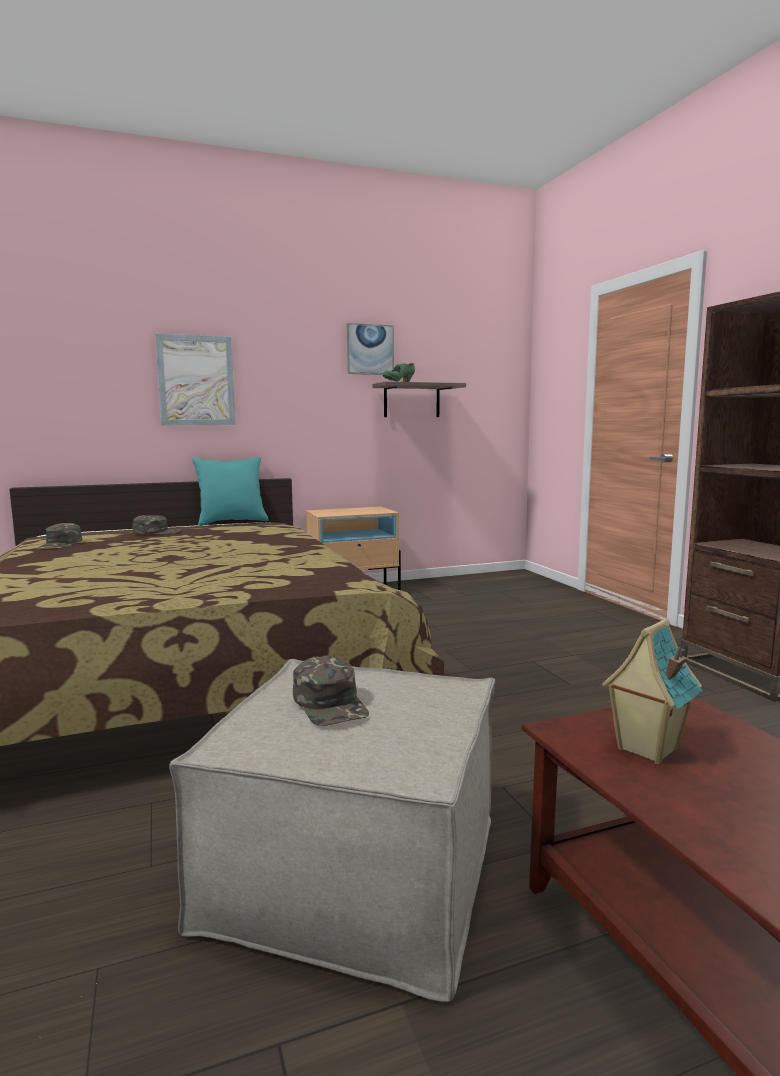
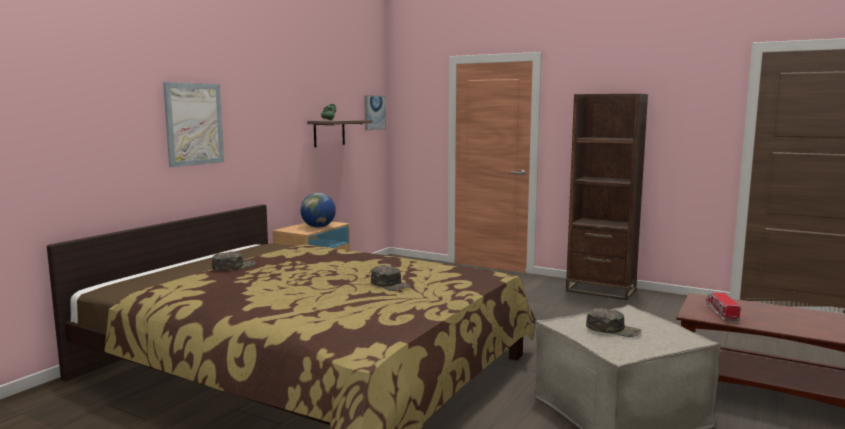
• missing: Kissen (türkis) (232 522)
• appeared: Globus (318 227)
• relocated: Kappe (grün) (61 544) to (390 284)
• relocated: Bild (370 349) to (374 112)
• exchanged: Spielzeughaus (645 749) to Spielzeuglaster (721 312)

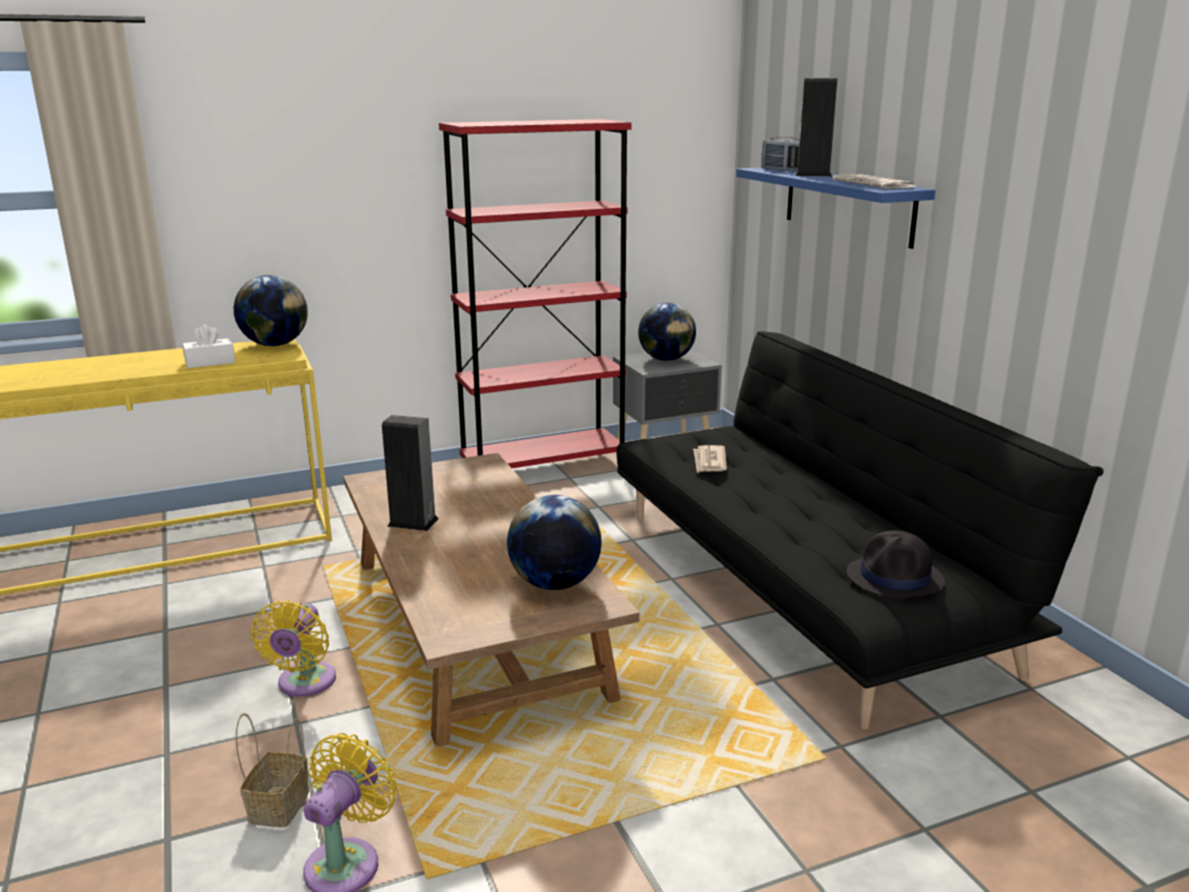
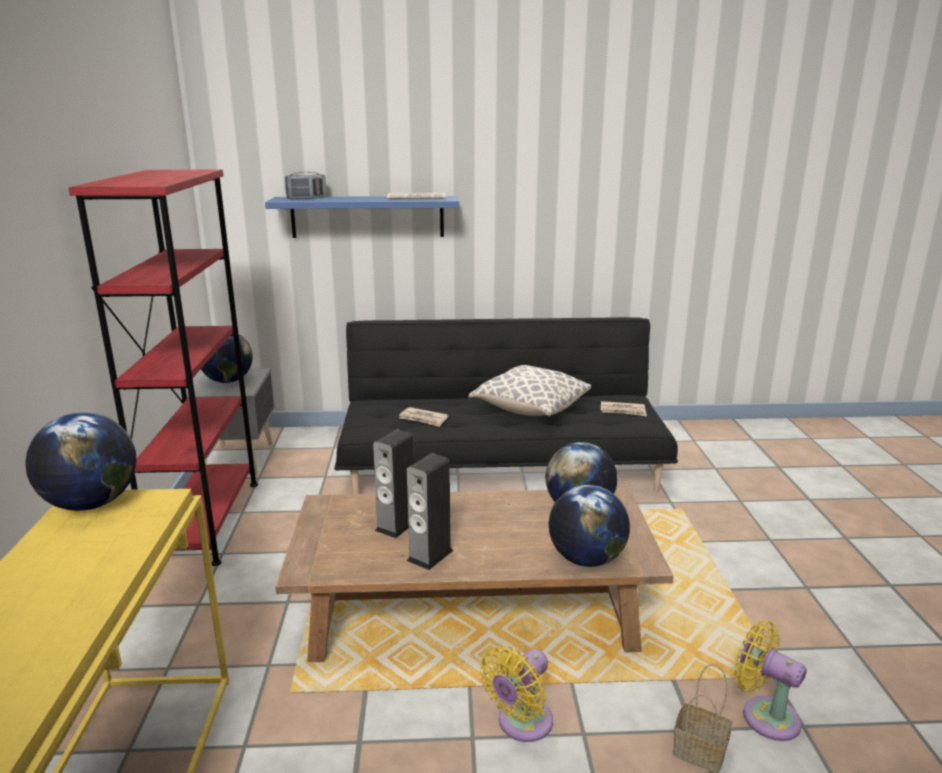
• missing: Taschentuchbox (weiß) (210 362)
• appeared: Kissen (530 408)
• appeared: Globus (586 559)
• relocated: Lautsprecher (813 175) to (396 525)
• exchanged: Hut (schwarz) (895 578) to Zeitung (623 411)
• spun: Ventilator (gelb) (304 684) = (521 724) 105 degrees clockwise

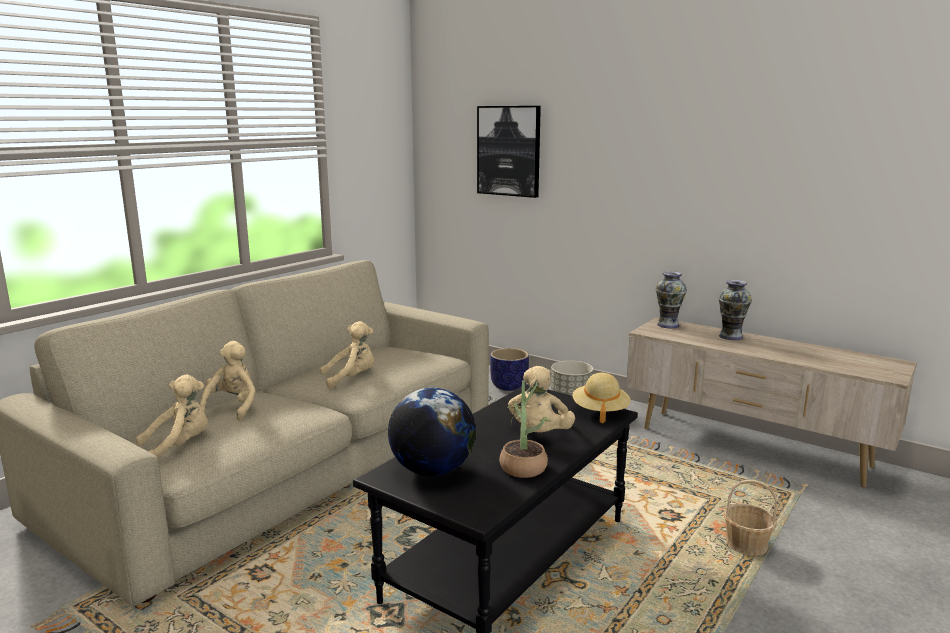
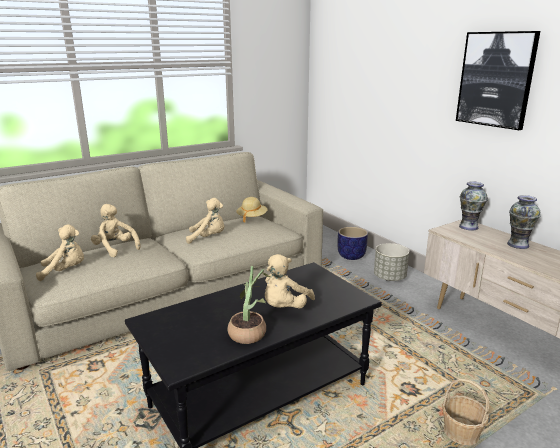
• missing: Globus (432 470)
• relocated: Bild (509 151) to (496 79)
• relocated: Hut (beige) (600 411) to (252 217)
• spun: Plüschtier (beige) (232 408) = (115 249) 75 degrees counterclockwise

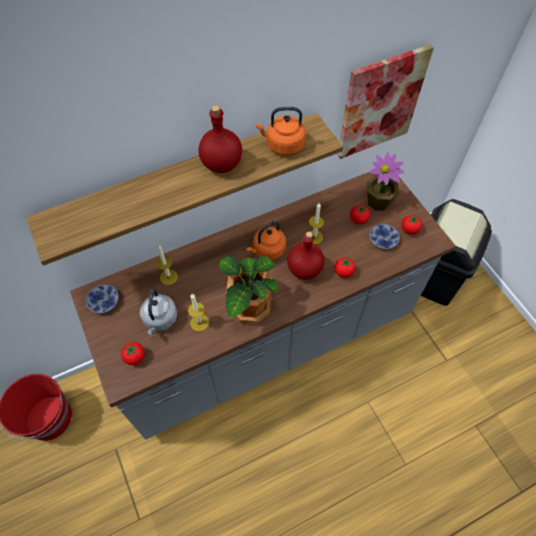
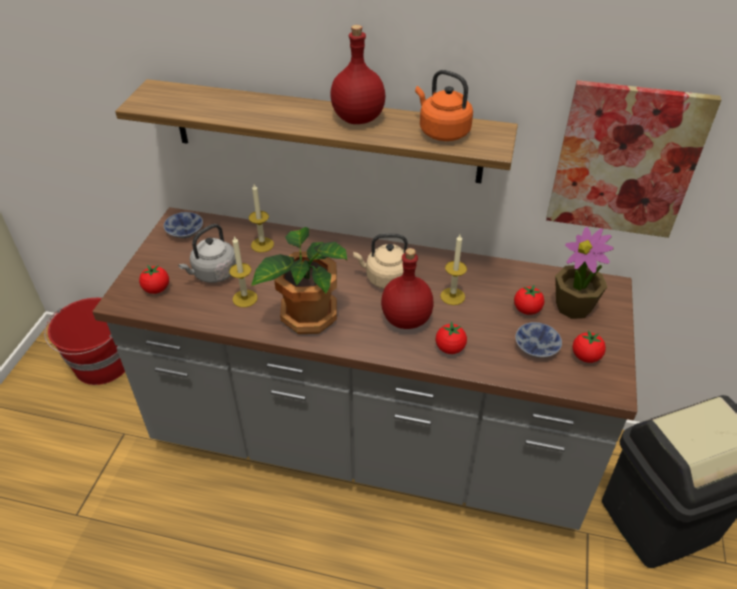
• colour: Wasserkessel (orange) (267 250) to Wasserkessel (beige) (385 279)

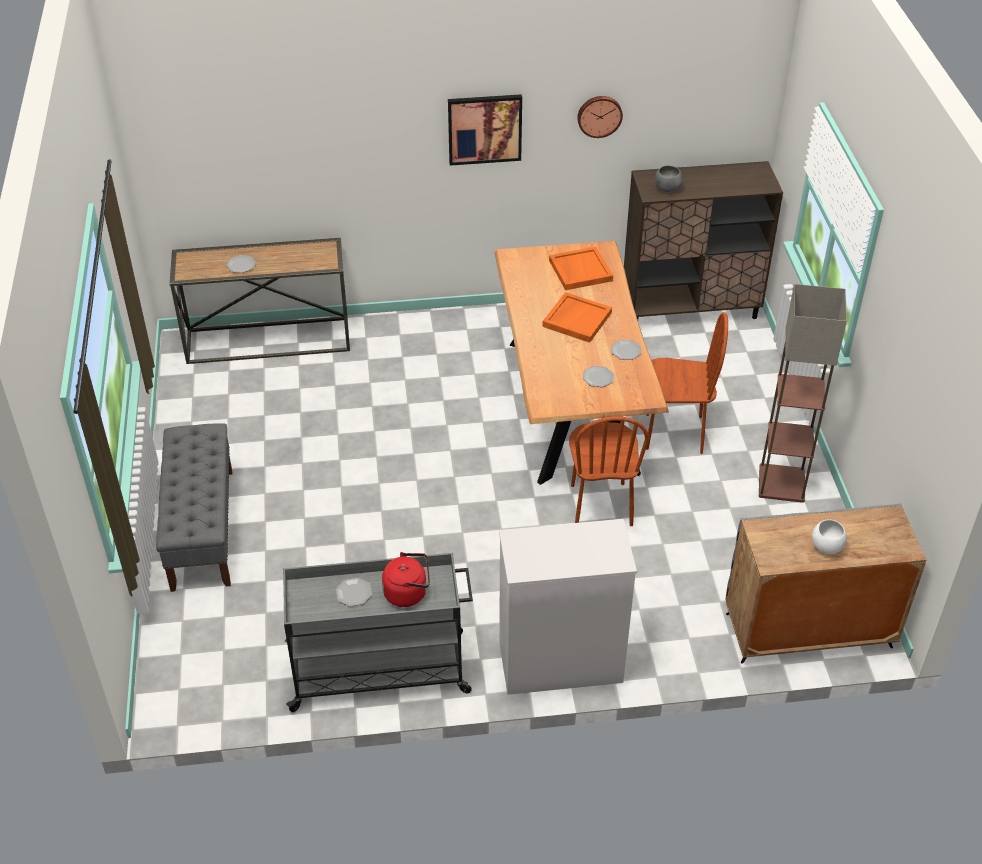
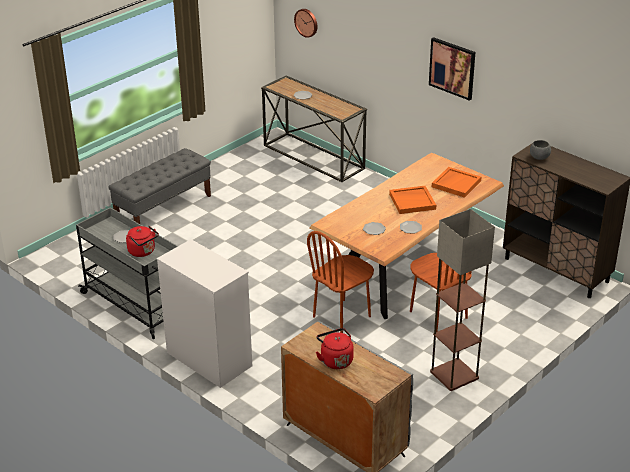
• relocated: Wanduhr (599 115) to (307 22)
• exchanged: Schüssel (weiß) (826 546) to Wasserkessel (rot) (335 360)

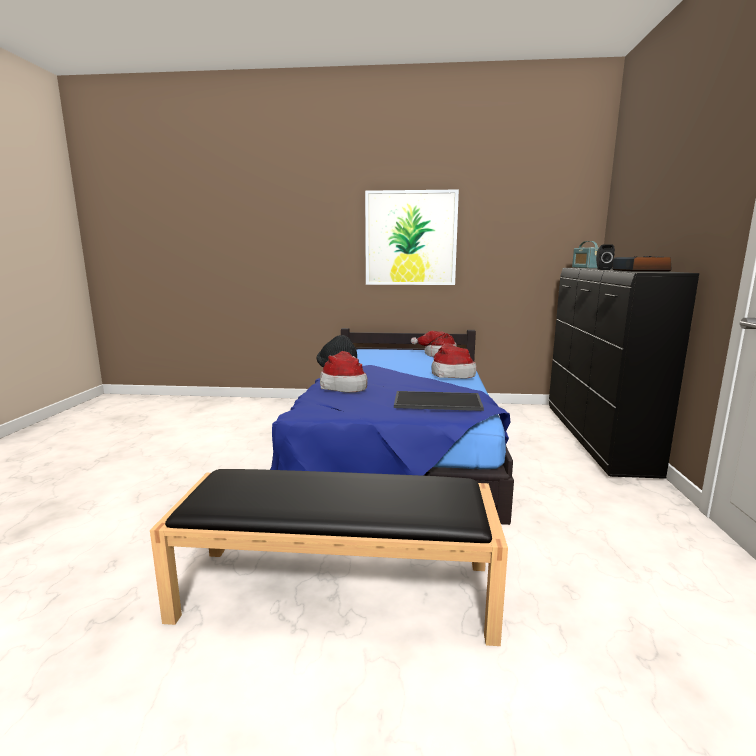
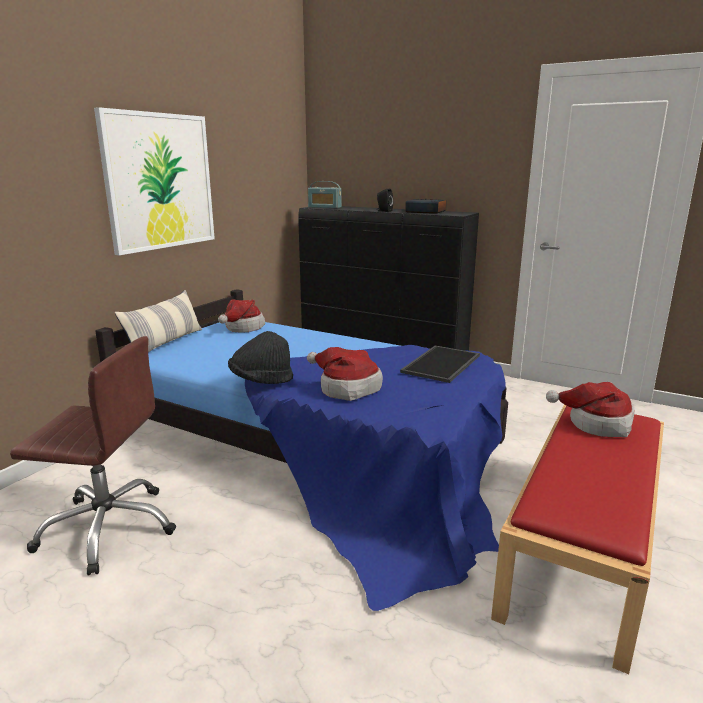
• appeared: Bürostuhl (braun) (108 528)
• appeared: Kissen (165 343)
• relocated: Hut (451 374) to (596 424)
• colour: Bank (schwarz) (339 590) to Bank (rot) (582 543)

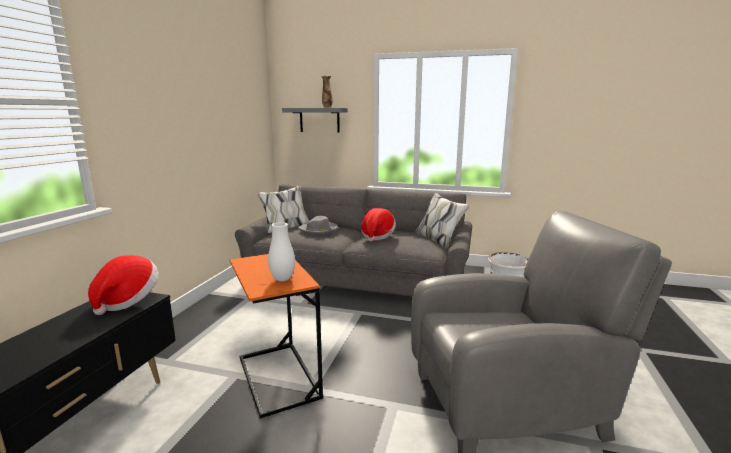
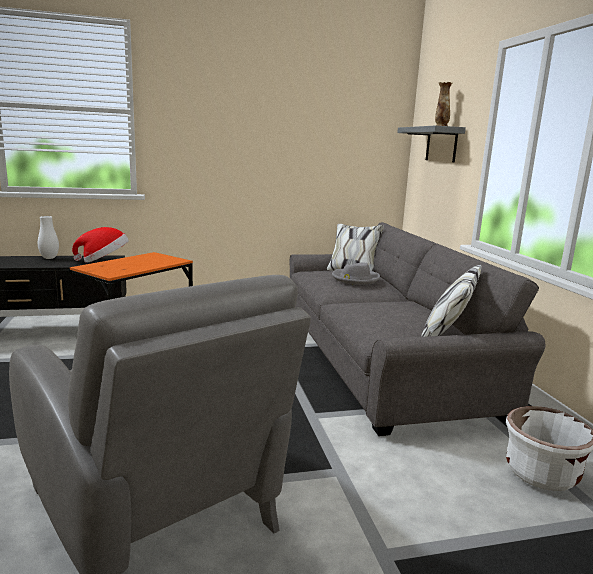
• missing: Hut (377 236)
• relocated: Vase (weiß) (282 279) to (49 258)

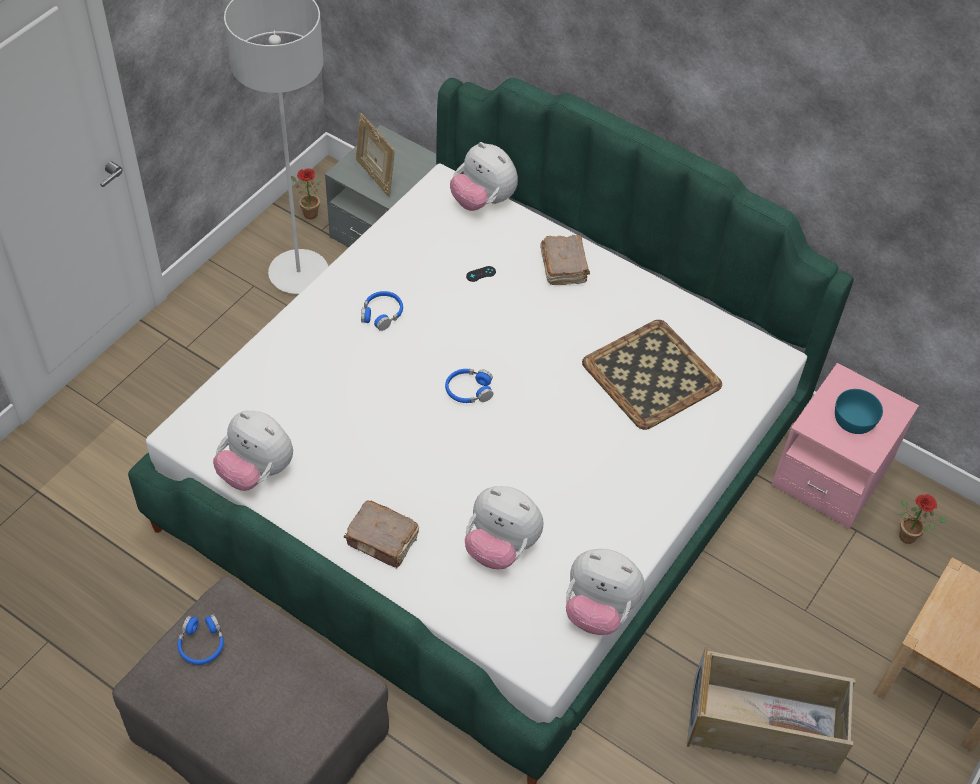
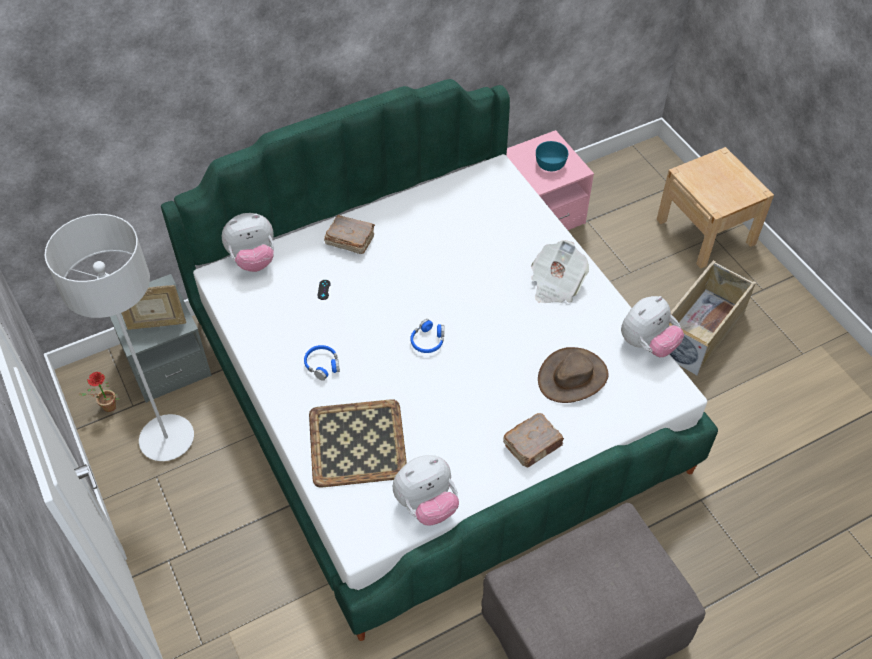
• missing: Kopfhörer (blau) (201 644)
• missing: Topfpflanze (911 536)
• appeared: Zeitung (556 284)
• relocated: Tablett (653 374) to (358 442)
• exchanged: Plüschtier (501 547) to Hut (braun) (572 377)

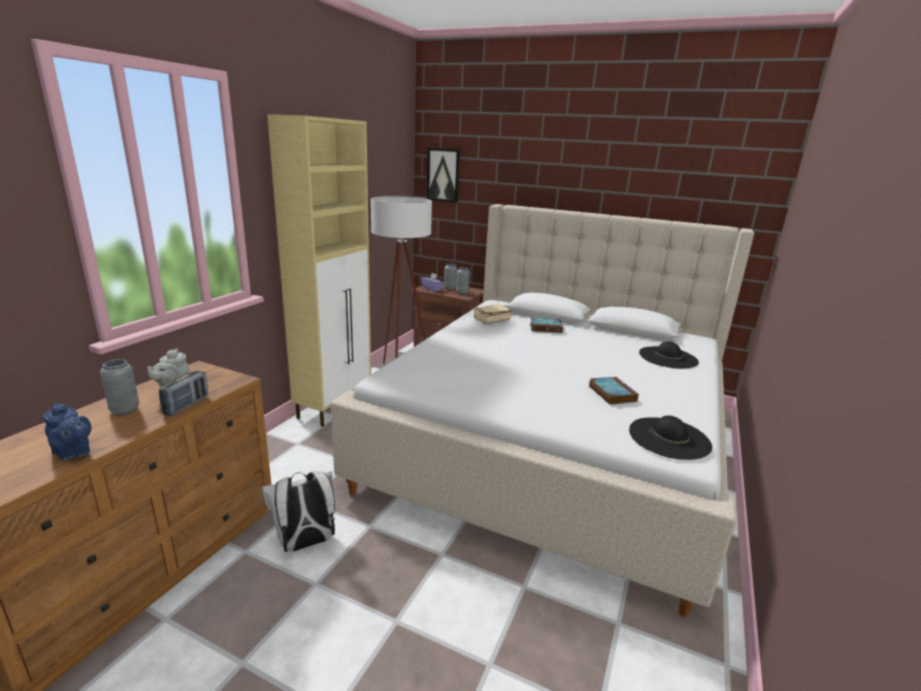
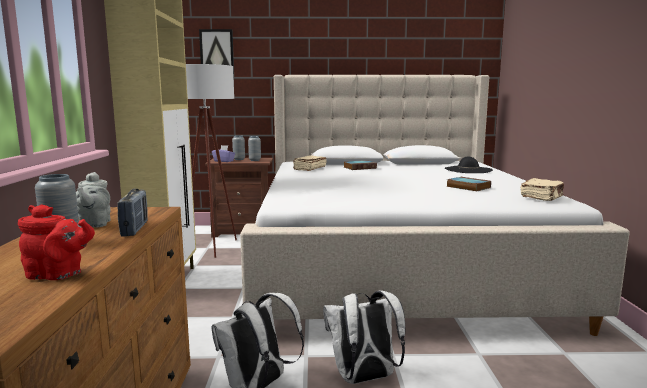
• appeared: Rucksack (weiß) (364 378)
• exchanged: Hut (schwarz) (669 438) to Buch (beige) (542 197)
• colour: Teekanne (blau) (73 453) to Teekanne (rot) (58 275)

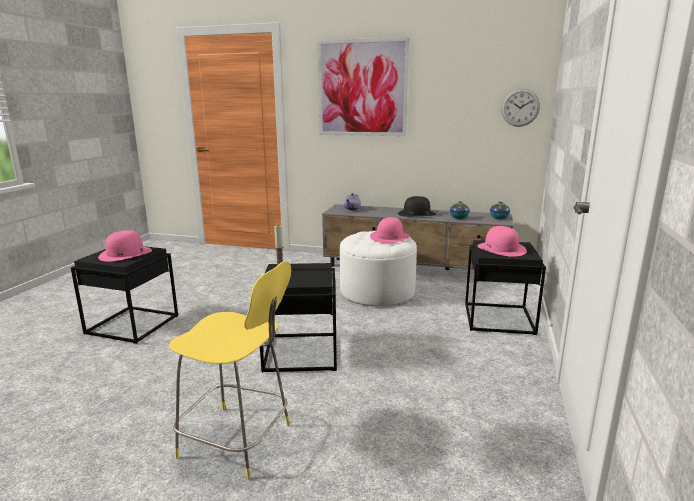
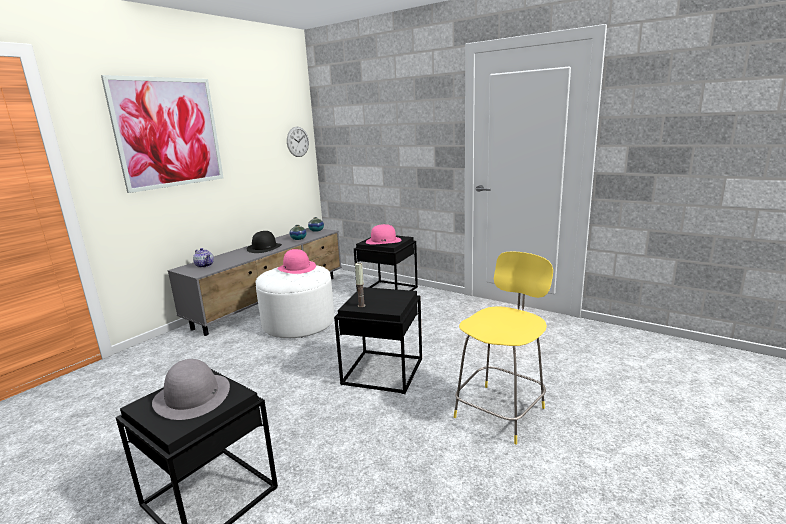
• colour: Hut (rosa) (125 254) to Hut (grau) (192 396)

